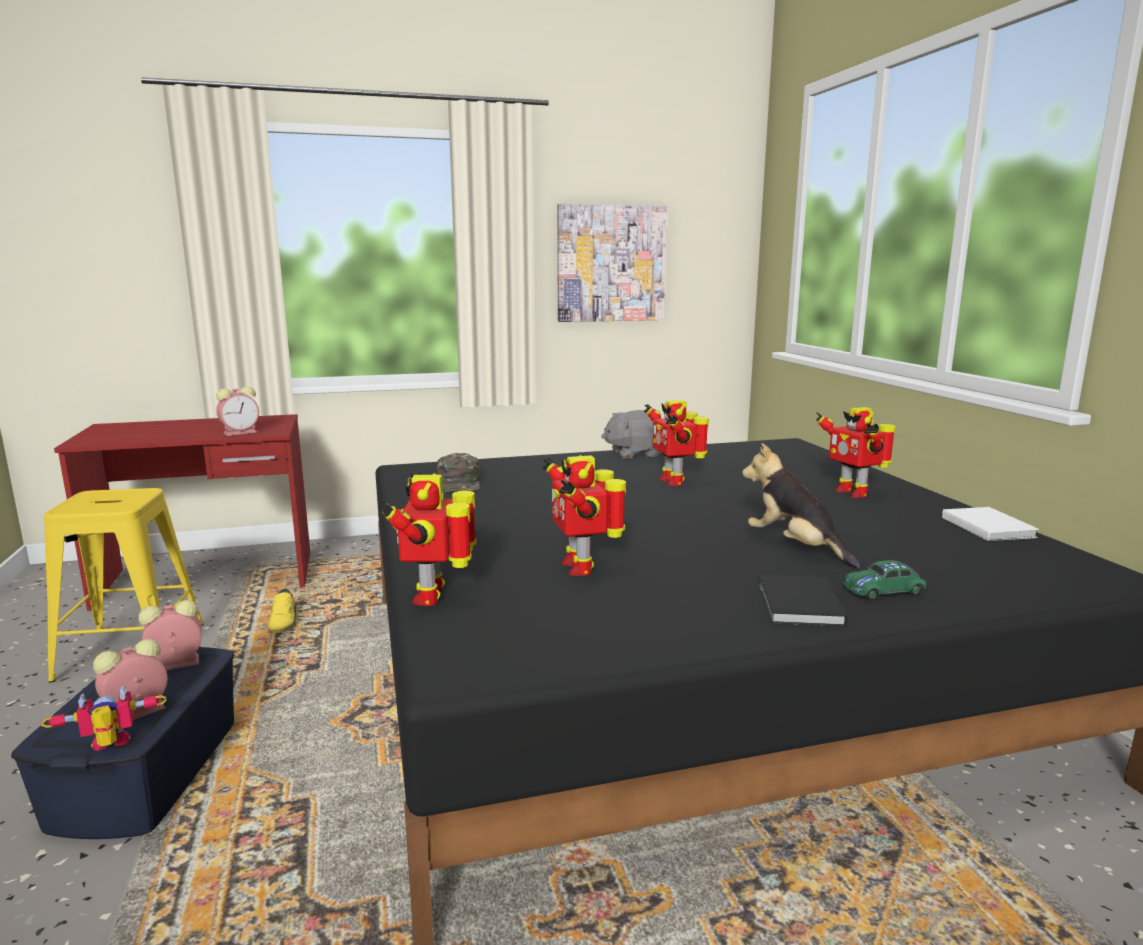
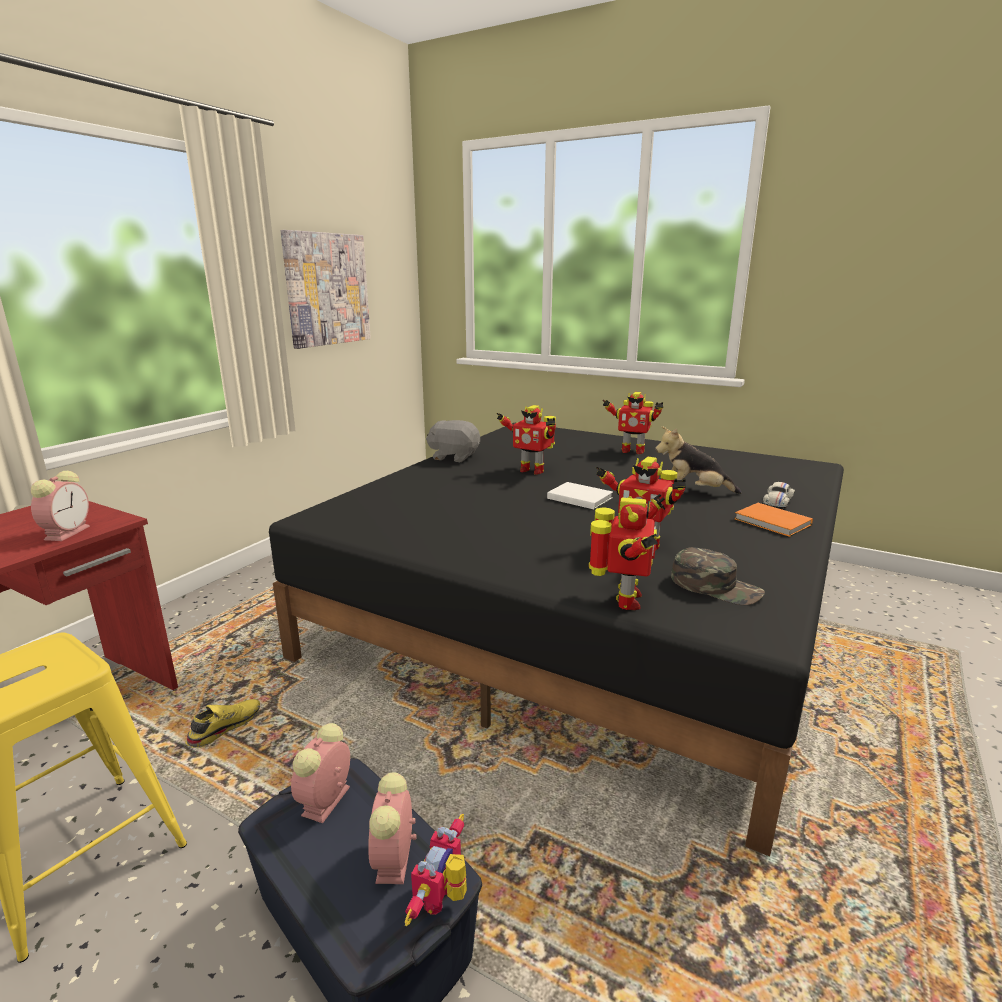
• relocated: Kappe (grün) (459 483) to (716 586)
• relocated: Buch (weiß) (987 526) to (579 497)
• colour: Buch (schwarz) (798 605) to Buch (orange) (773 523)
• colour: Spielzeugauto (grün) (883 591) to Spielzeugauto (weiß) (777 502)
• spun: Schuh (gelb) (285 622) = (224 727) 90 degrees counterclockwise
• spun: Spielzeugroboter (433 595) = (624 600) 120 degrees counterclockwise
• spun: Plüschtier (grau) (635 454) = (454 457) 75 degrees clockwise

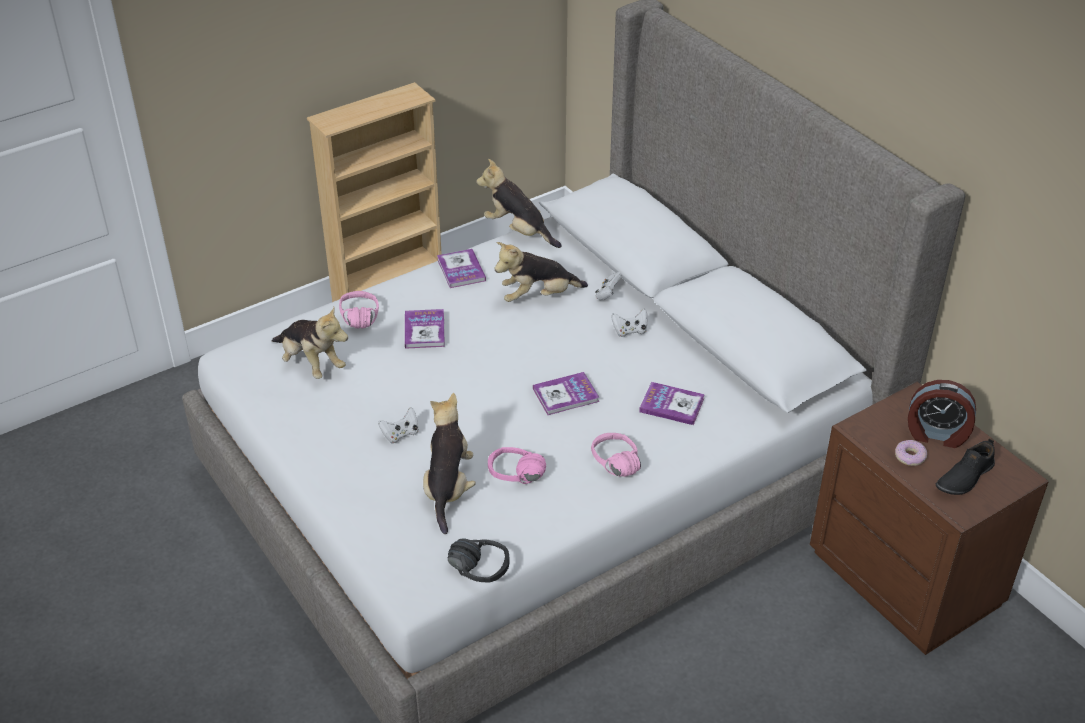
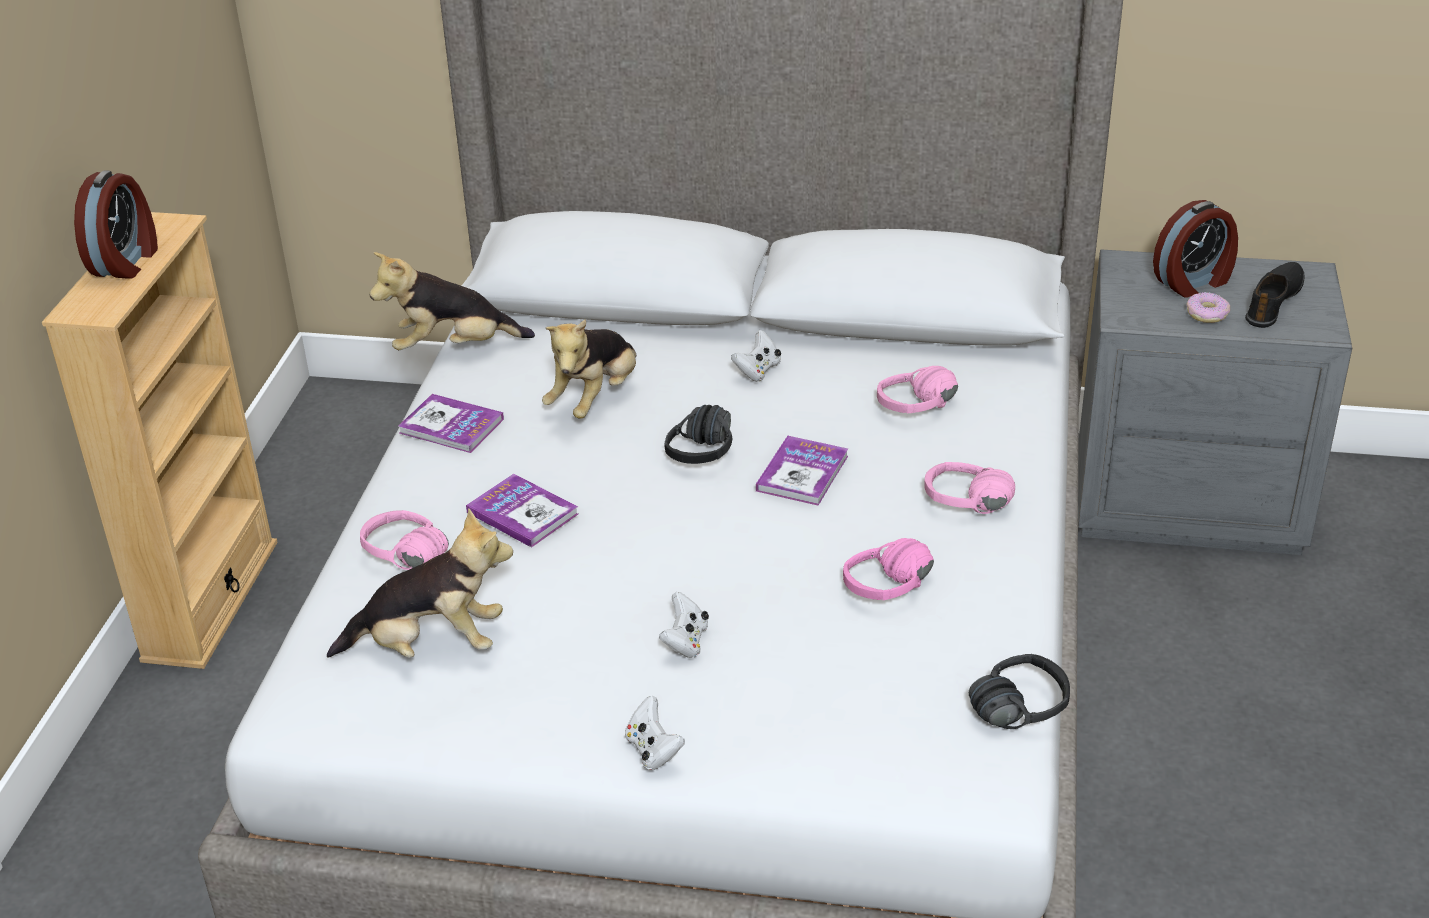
• missing: Plüschtier (448 488)
• appeared: Wecker (126 261)
• appeared: Kopfhörer (schwarz) (715 453)
• relocated: Gamepad (weiß) (608 294) to (653 750)
• exchanged: Buch (672 405) to Kopfhörer (rosa) (923 411)
• colour: Nachttisch (braun) (907 578) to Nachttisch (grau) (1188 501)
• spun: Schuh (schwarz) (964 477) = (1274 302) 150 degrees counterclockwise

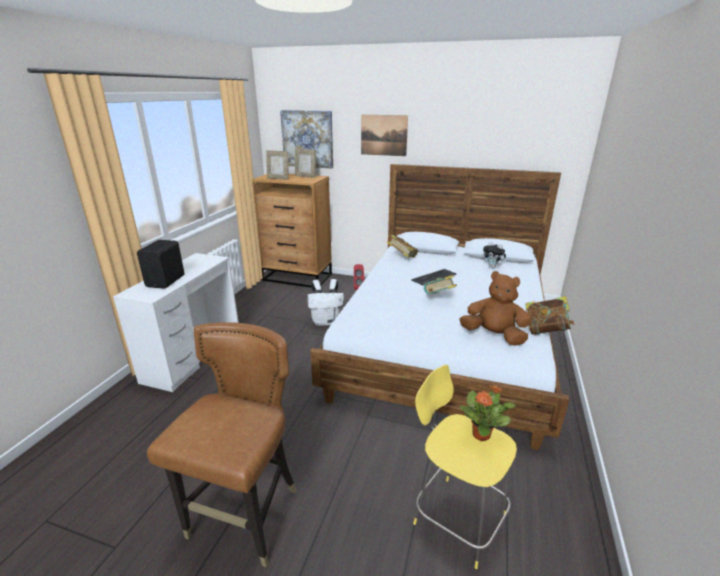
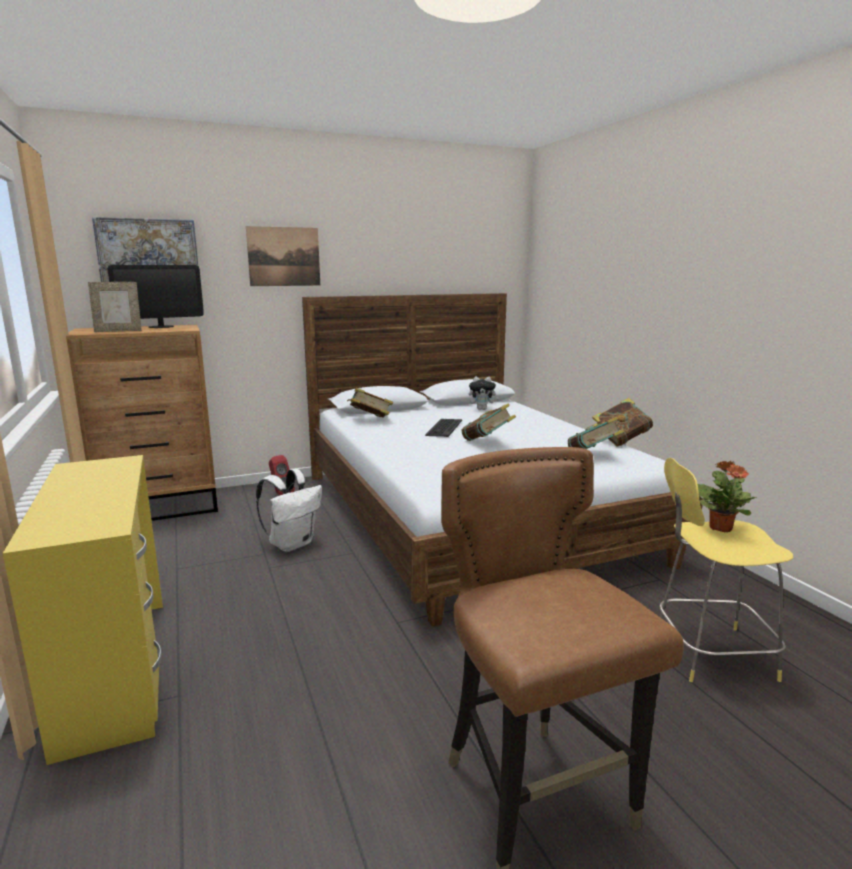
• missing: Lautsprecher (schwarz) (167 281)
• exchanged: Bilderrahmen (306 176) to Monitor (161 327)
• exchanged: Plüschtier (braun) (494 335) to Buch (593 456)
• colour: Schreibtisch (weiß) (193 355) to Schreibtisch (gelb) (114 670)

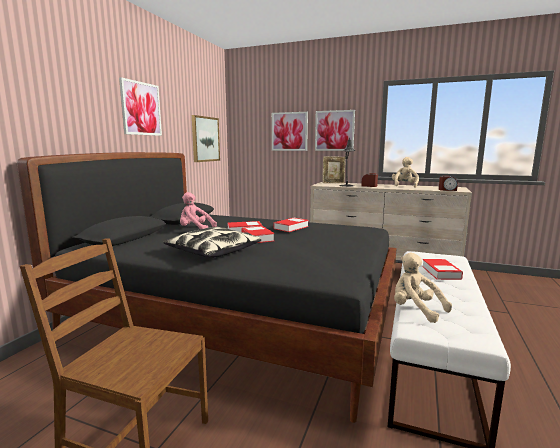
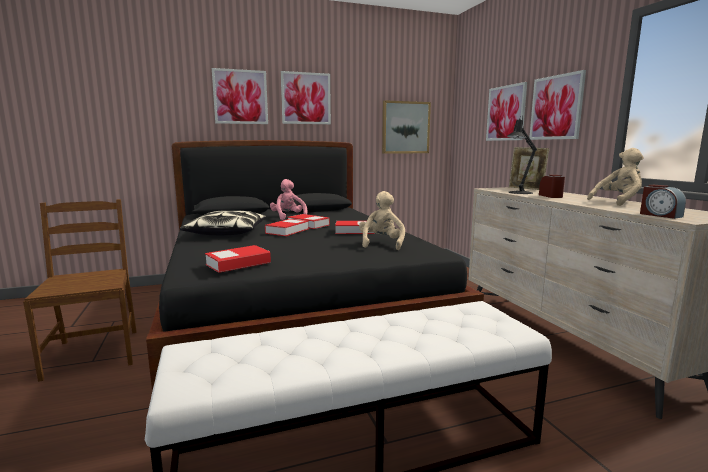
• appeared: Bild (240 97)
• relocated: Plüschtier (beige) (415 310) to (381 244)
• relocated: Buch (441 272) to (238 264)

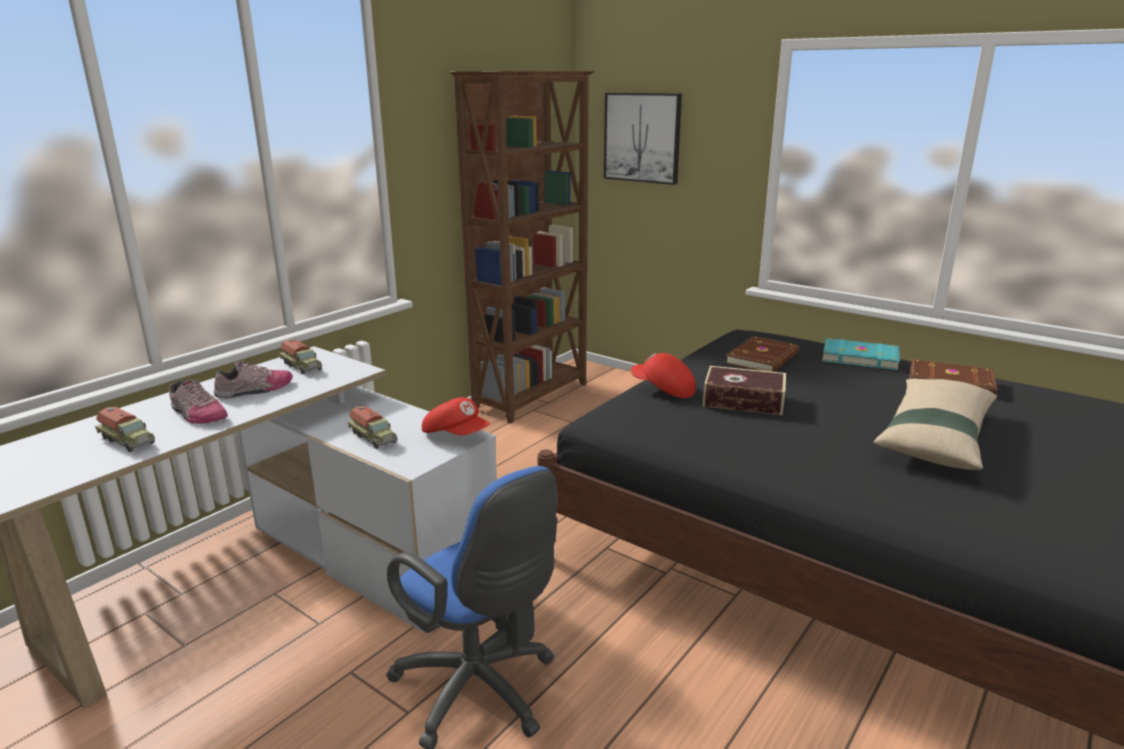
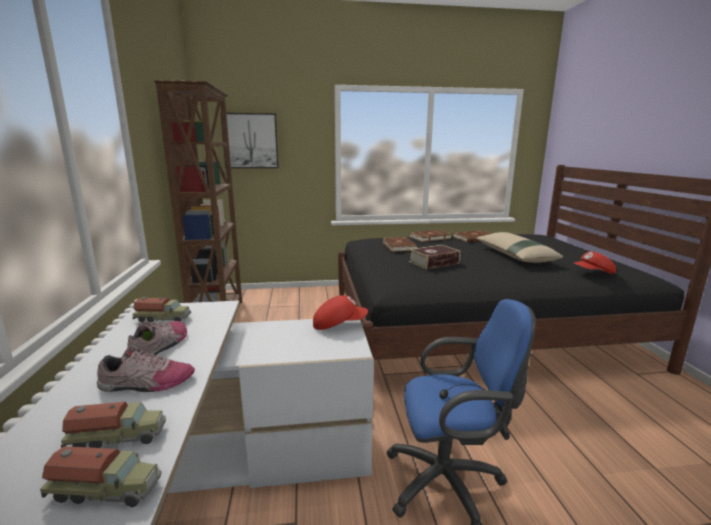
• relocated: Spielzeuglaster (374 438) to (106 490)
• relocated: Kappe (rot) (663 389) to (593 273)
• colour: Buch (türkis) (859 357) to Buch (braun) (429 237)

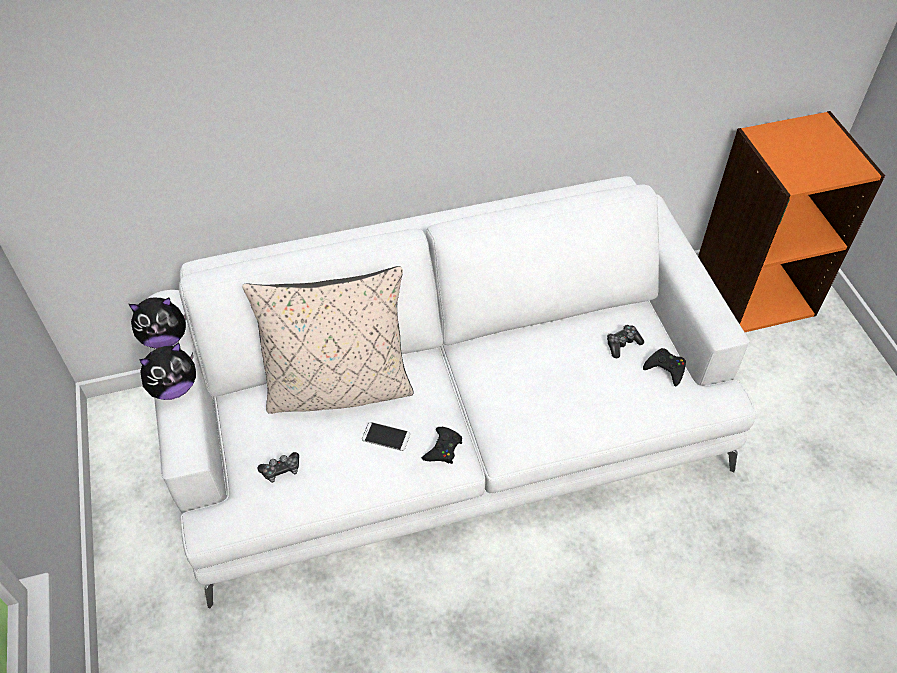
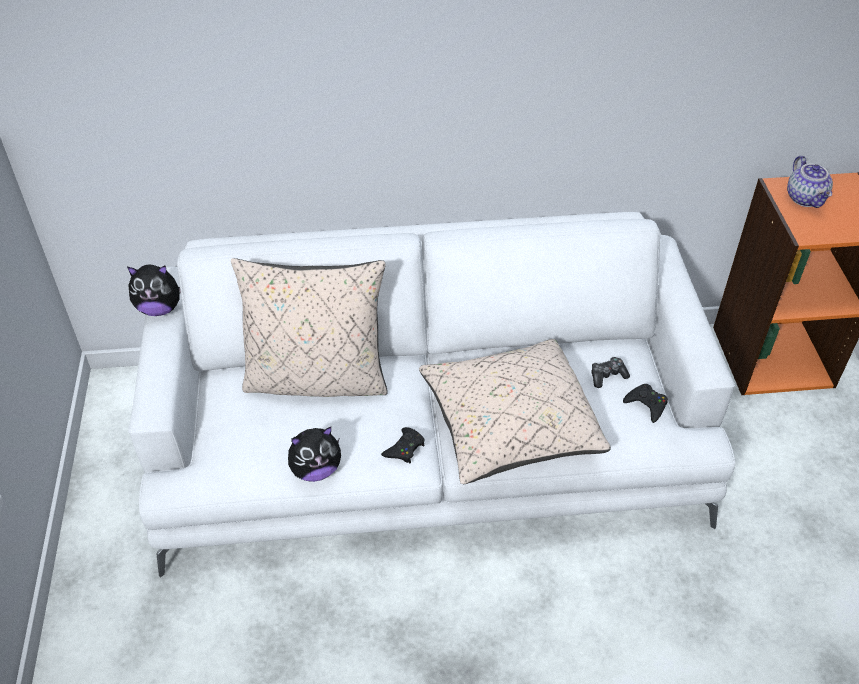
• missing: Gamepad (281 470)
• missing: Handy (386 437)
• appeared: Kissen (beige) (509 426)
• appeared: Teekanne (806 199)
• relocated: Plüschtier (174 388) to (315 470)

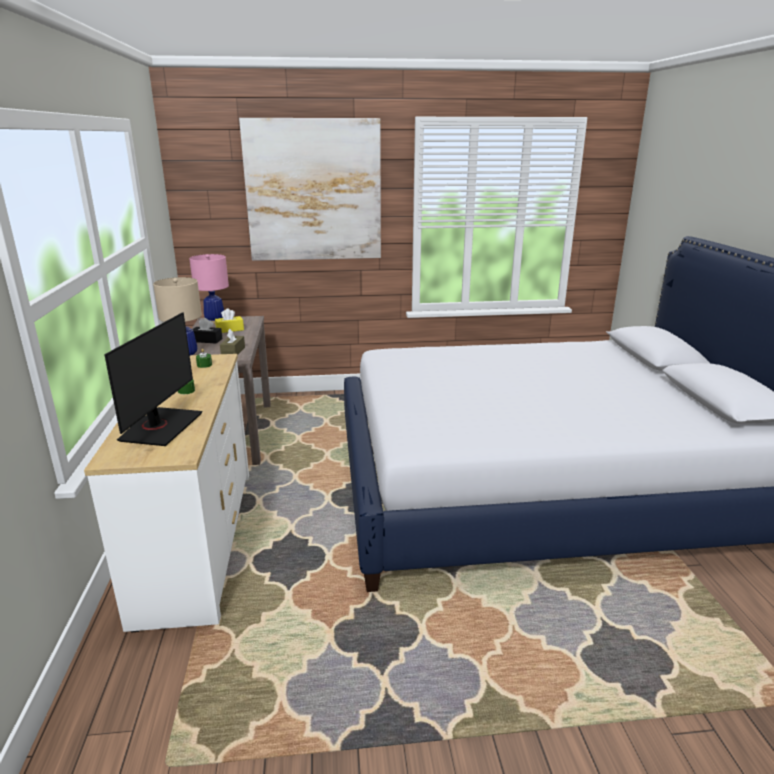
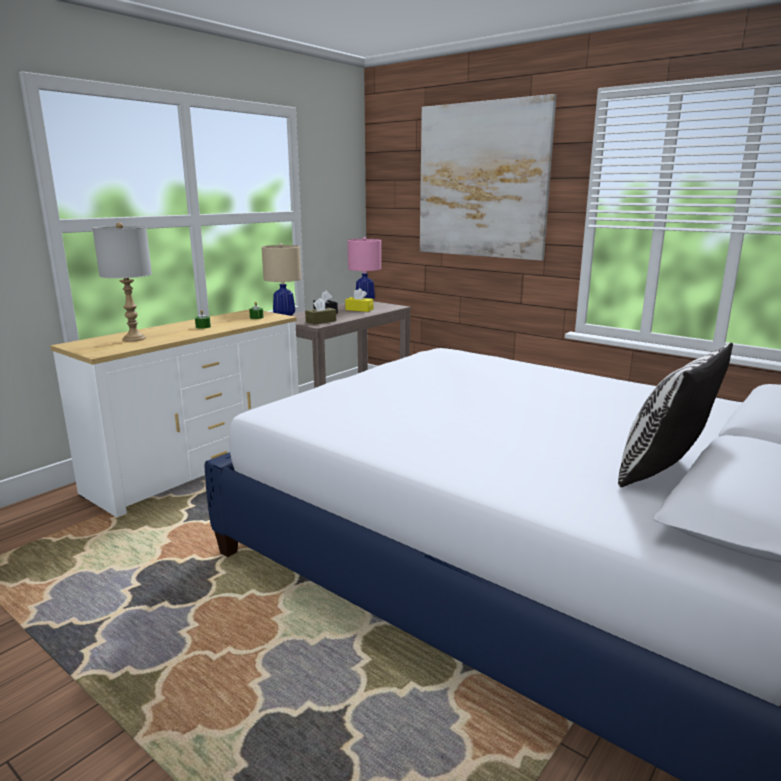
• appeared: Kissen (662 472)
• exchanged: Monitor (160 427) to Tischlampe (grau) (134 338)

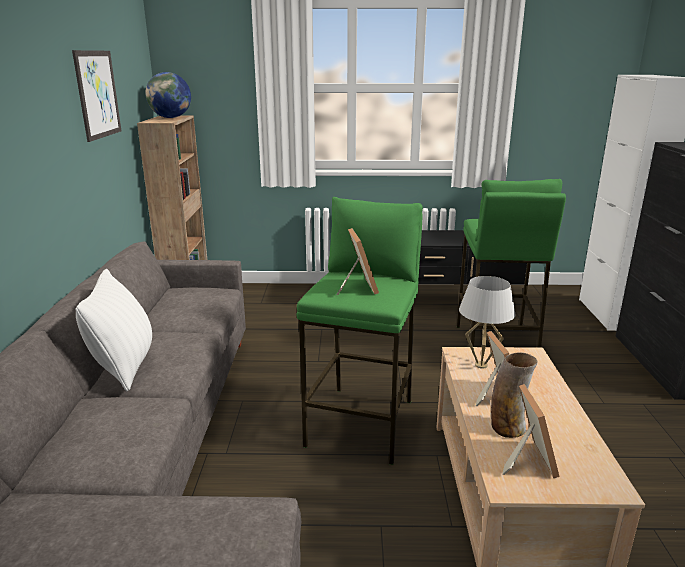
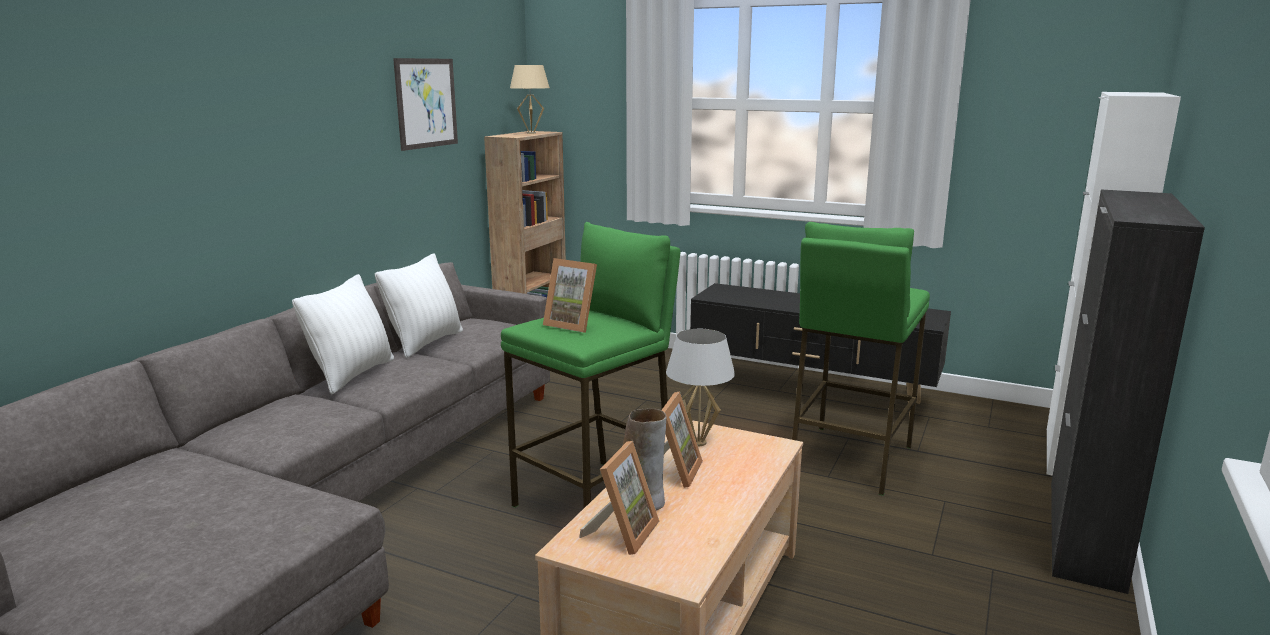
• appeared: Kissen (weiß) (425 343)
• exchanged: Globus (171 117) to Tischlampe (beige) (531 133)
• spun: Bilderrahmen (357 287) = (573 324) 105 degrees clockwise

